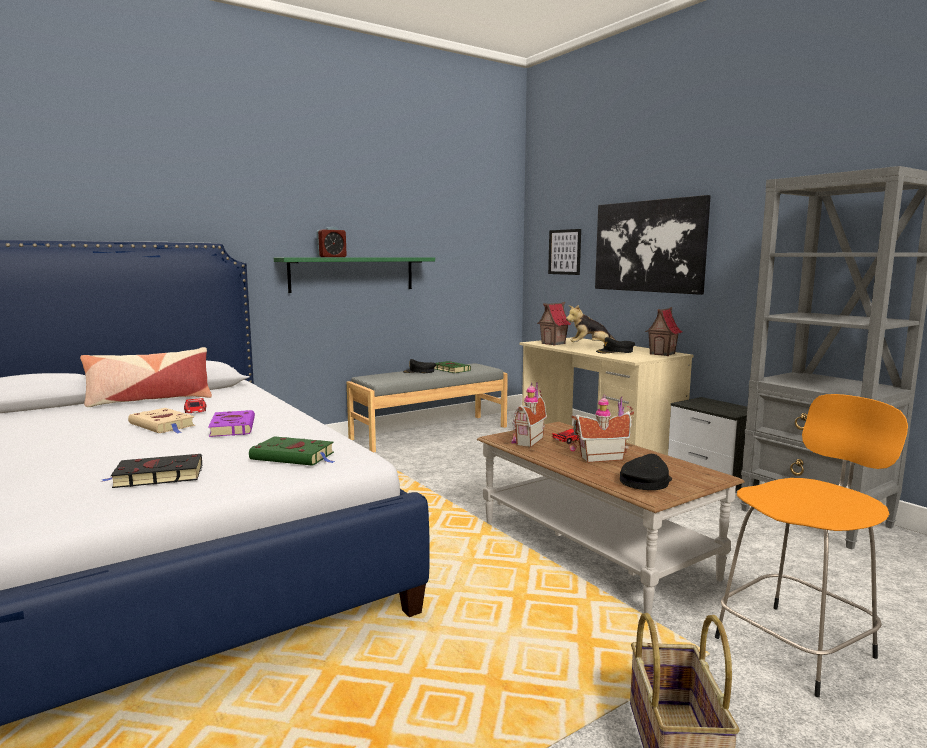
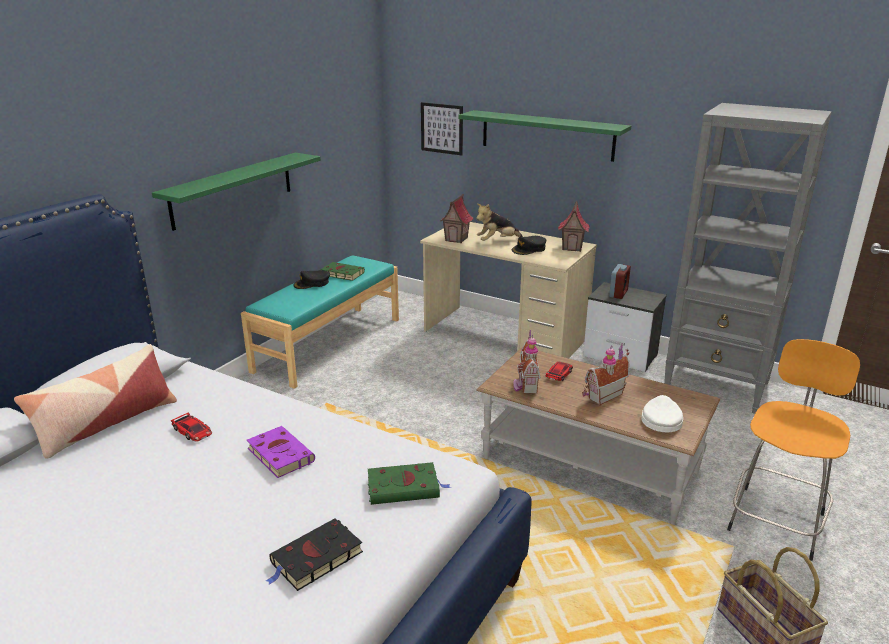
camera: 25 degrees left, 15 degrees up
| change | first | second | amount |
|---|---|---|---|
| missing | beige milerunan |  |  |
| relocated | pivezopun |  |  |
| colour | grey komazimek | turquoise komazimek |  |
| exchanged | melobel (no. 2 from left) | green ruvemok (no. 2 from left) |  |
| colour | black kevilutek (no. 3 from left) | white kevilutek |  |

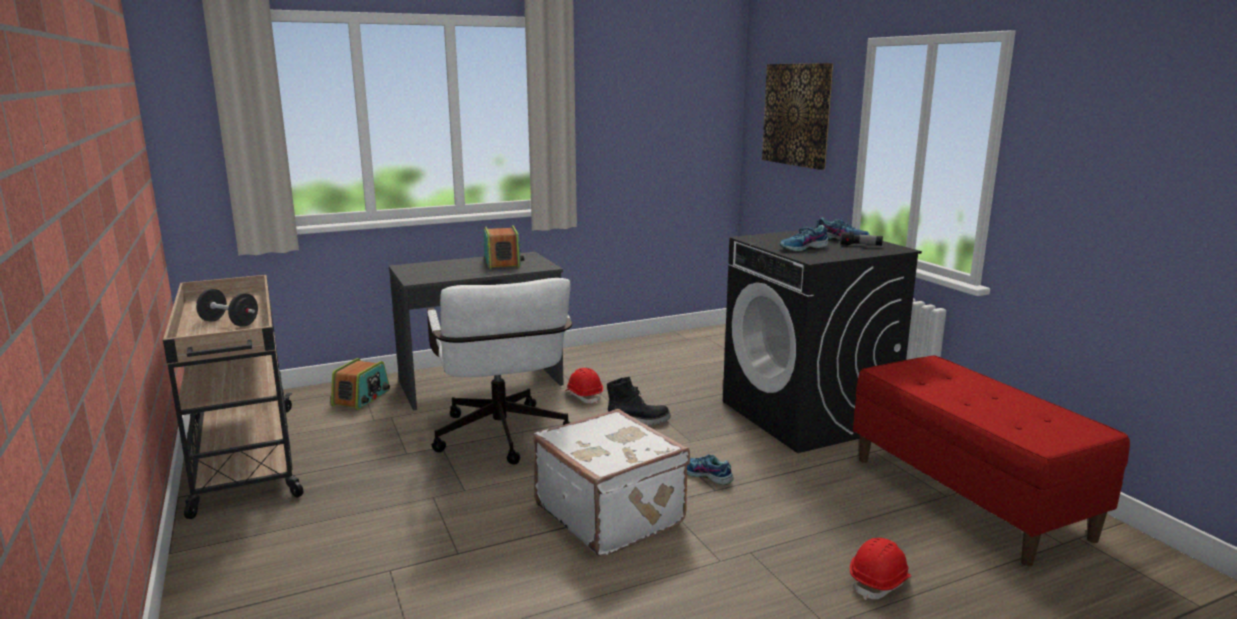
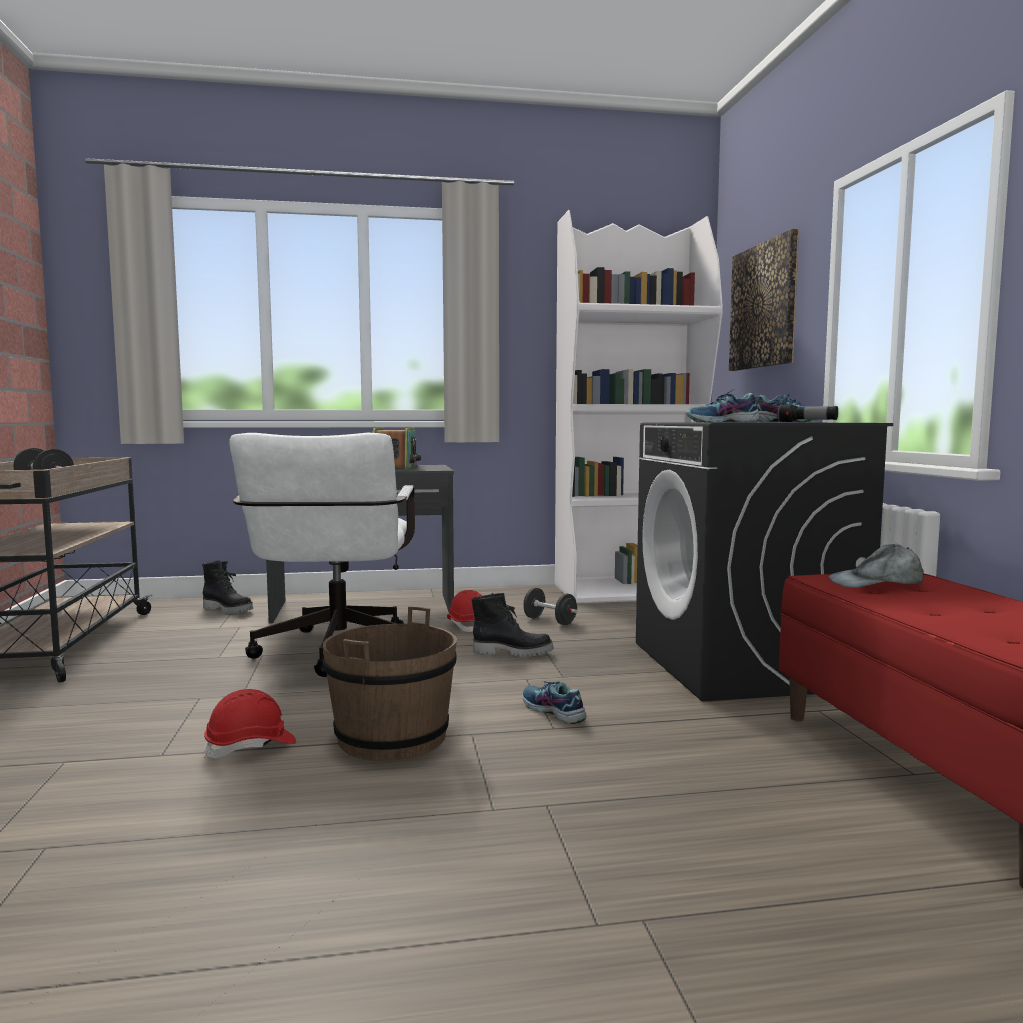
camera: 15 degrees right, 10 degrees down
| change | first | second | amount |
|---|---|---|---|
| exchanged | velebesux (no. 1 from left) | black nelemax (no. 1 from left) |  |
| exchanged | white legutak | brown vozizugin |  |
| relocated | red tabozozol (no. 2 from left in the first image) | red tabozozol (no. 1 from left) |  |
| appeared |  | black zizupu (no. 2 from left) |  |
| appeared |  | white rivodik |  |
| appeared |  | grey kevilutek |  |

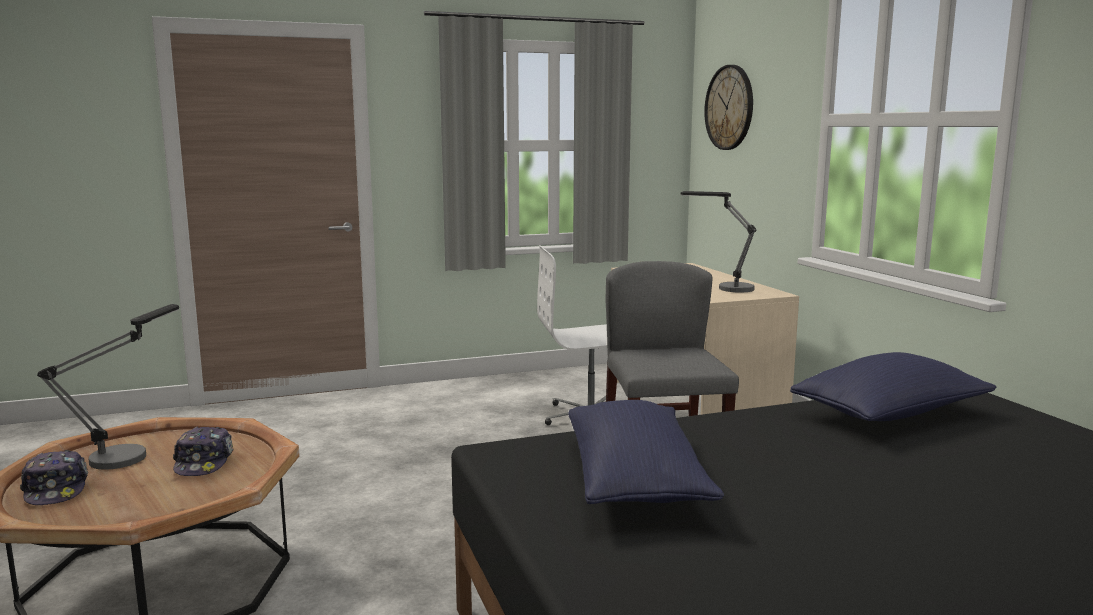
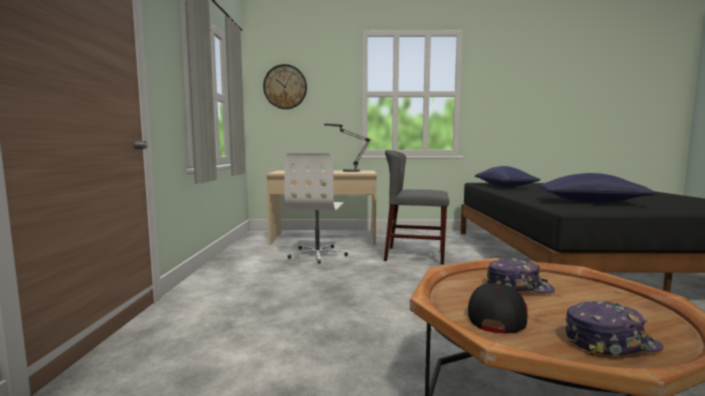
camera: 70 degrees left, 5 degrees down
| change | first | second | amount |
|---|---|---|---|
| exchanged | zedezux (no. 1 from left) | kevilutek (no. 1 from left) |  |

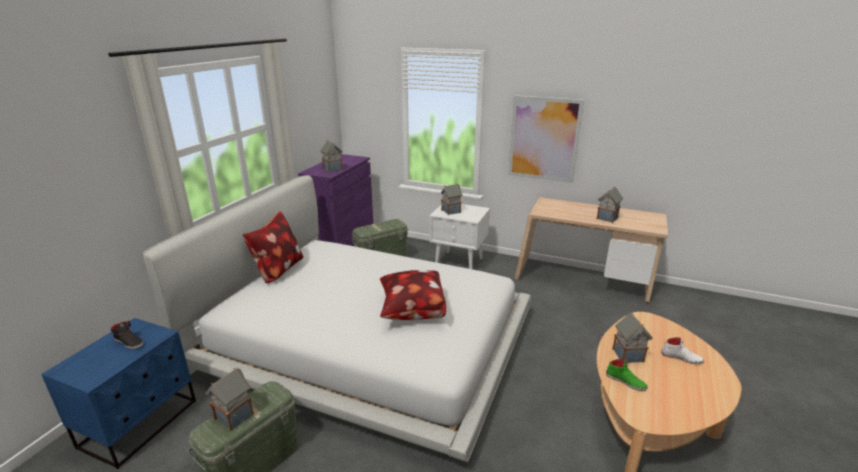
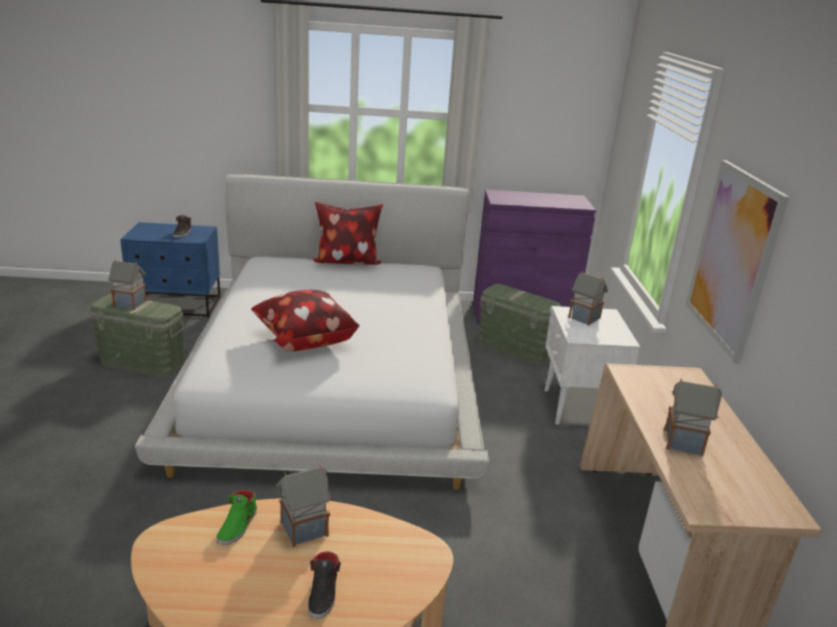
camera: 65 degrees right, 0 degrees up
| change | first | second | amount |
|---|---|---|---|
| missing | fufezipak (no. 2 from left) |  |  |
| colour | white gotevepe | black gotevepe (no. 2 from left) |  |

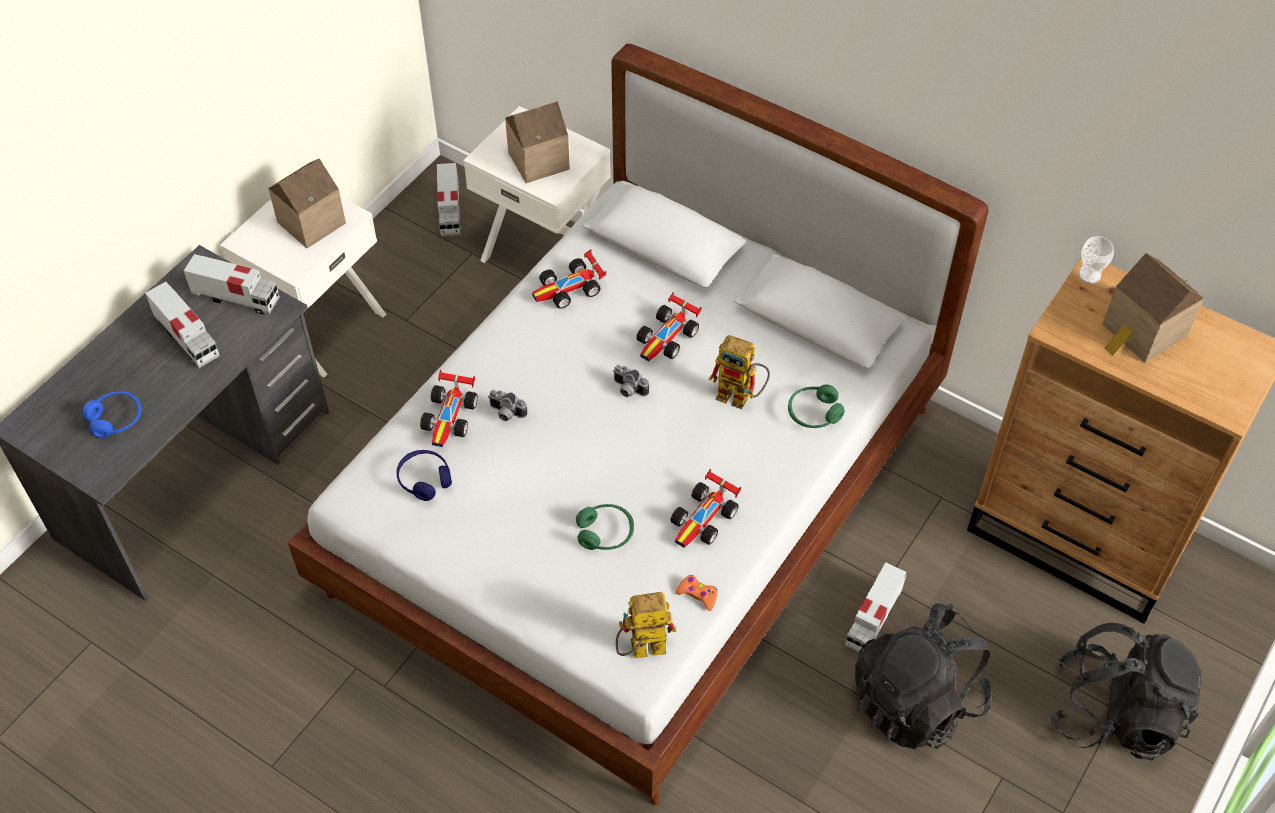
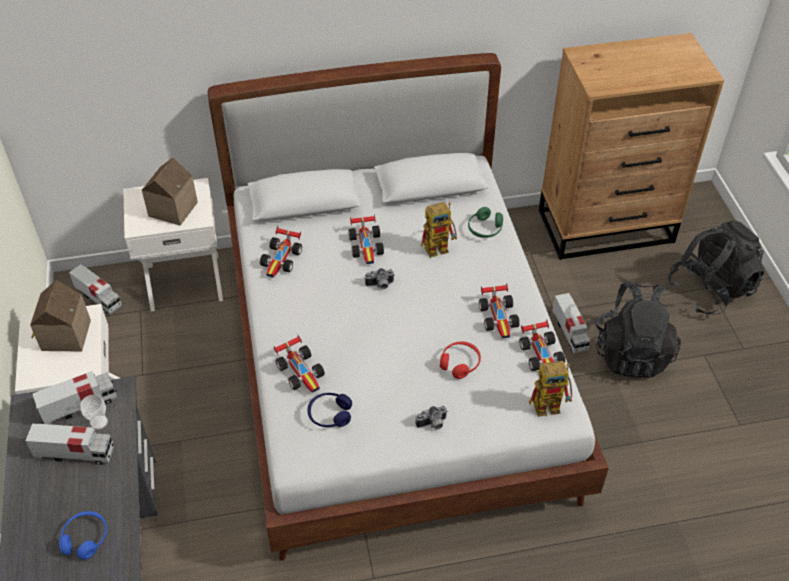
camera: 45 degrees left, 5 degrees down
| change | first | second | amount |
|---|---|---|---|
| relocated | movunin (no. 1 from left in the first image) | movunin (no. 2 from left) |  |
| colour | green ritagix (no. 1 from left) | red ritagix |  |
| spun | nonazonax (no. 1 from left in the first image) | nonazonax (no. 2 from left) | 135 degrees counterclockwise |
| exchanged | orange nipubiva | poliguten (no. 5 from left) |  |
| relocated | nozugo |  |  |
| missing | fufezipak (no. 3 from left) |  |  |

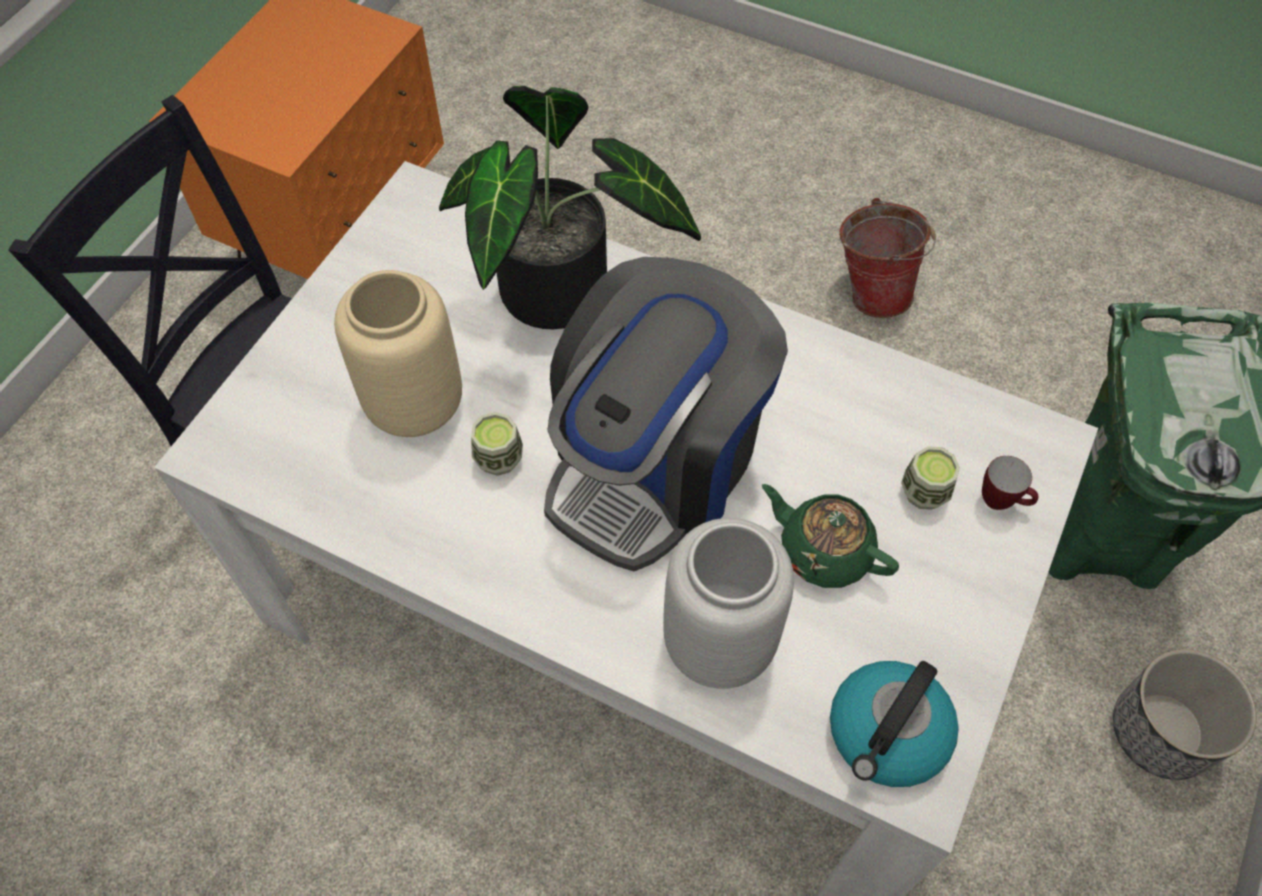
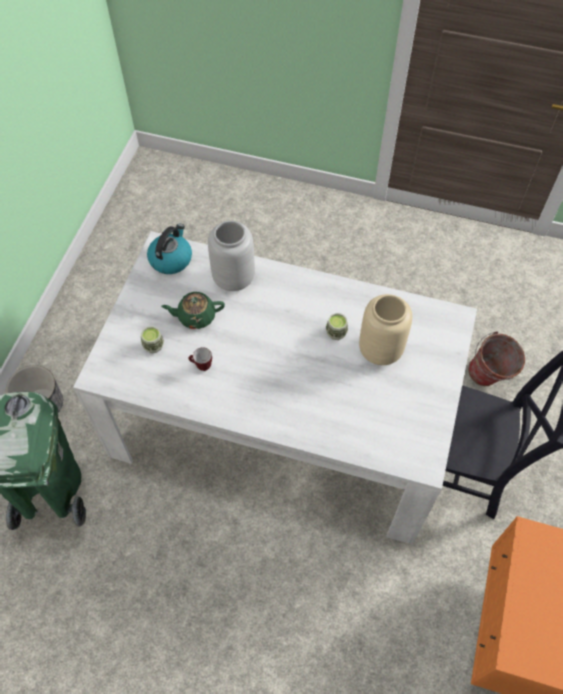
camera: 170 degrees right, 0 degrees up
| change | first | second | amount |
|---|---|---|---|
| missing | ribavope |  |  |
| missing | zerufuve |  |  |
| spun | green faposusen |  | 150 degrees clockwise |
| relocated | vozizugin |  |  |
| relocated | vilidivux |  |  |

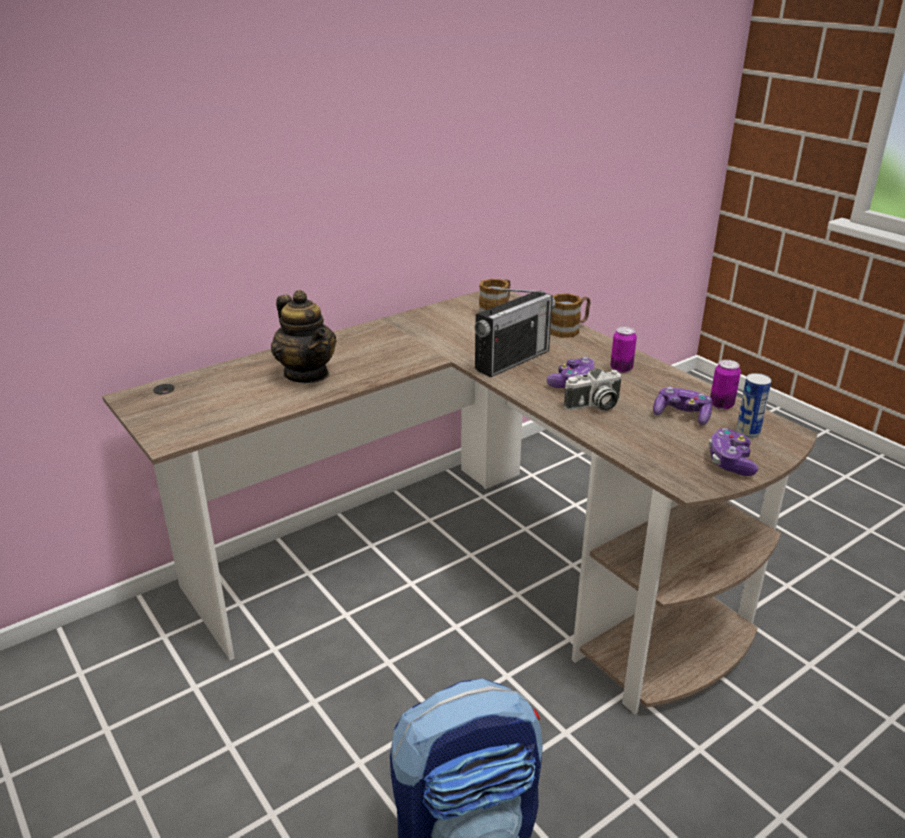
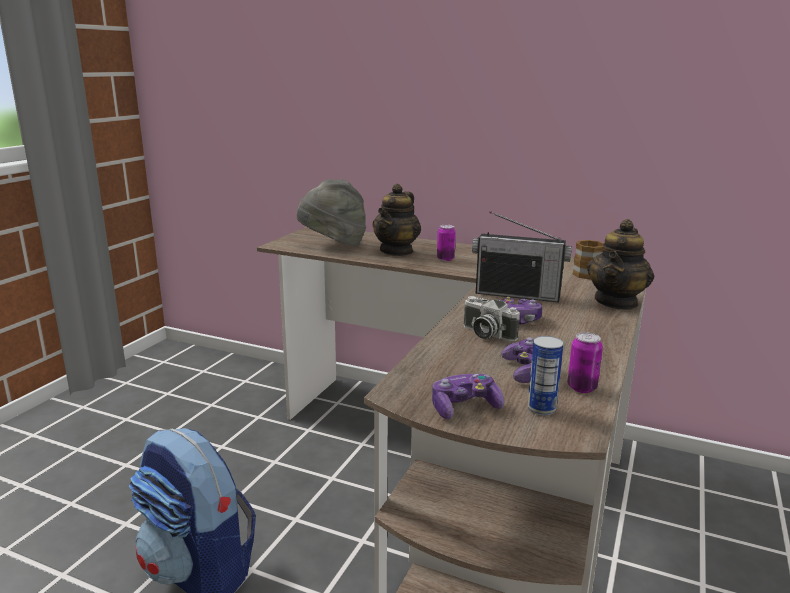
camera: 60 degrees right, 10 degrees down
| change | first | second | amount |
|---|---|---|---|
| exchanged | vilidivux (no. 2 from left) | faposusen (no. 2 from left) |  |
| relocated | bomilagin (no. 1 from left) |  |  |
| appeared |  | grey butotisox |  |

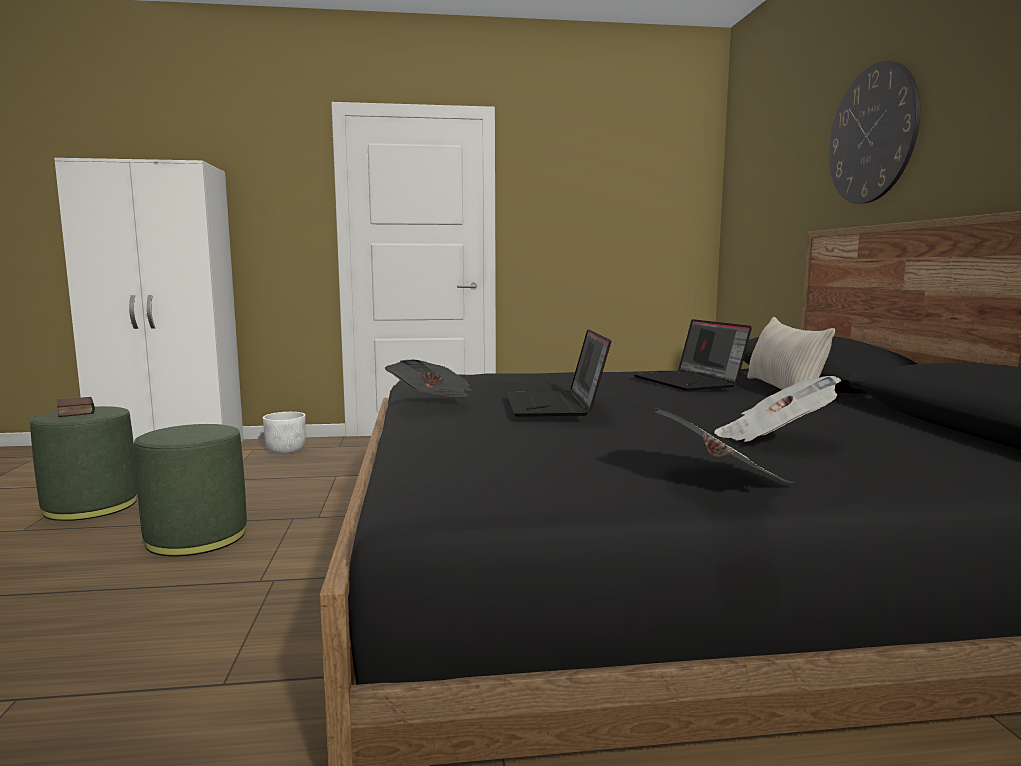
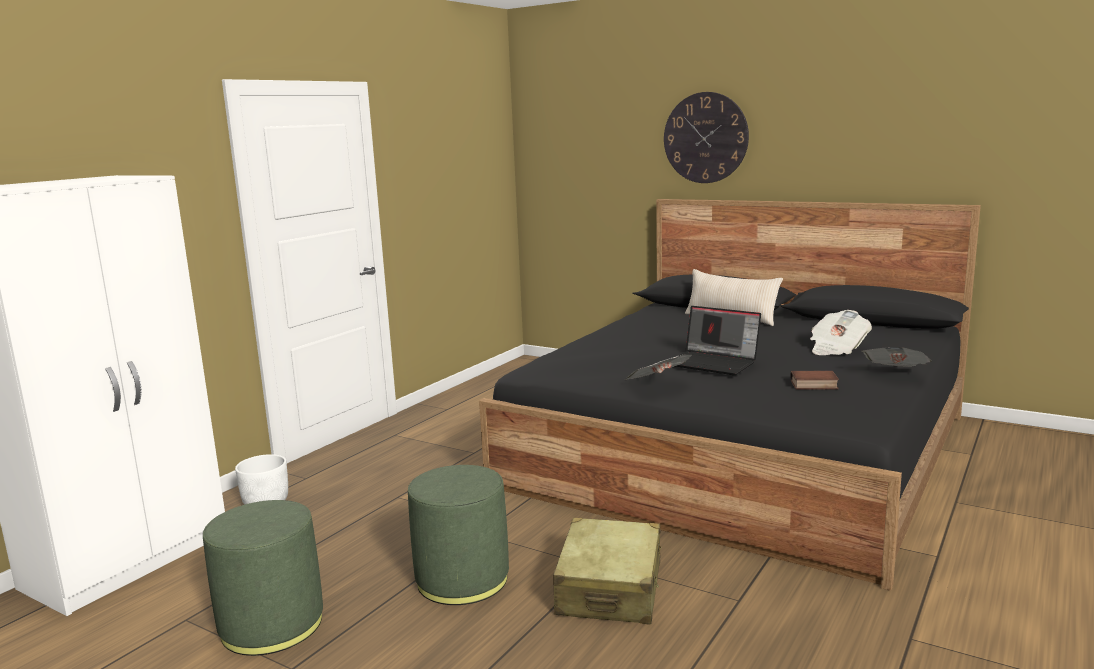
camera: 50 degrees left, 5 degrees up
| change | first | second | amount |
|---|---|---|---|
| relocated | milerunan |  |  |
| missing | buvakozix (no. 2 from left) |  |  |
| appeared |  | beige legutak |  |

